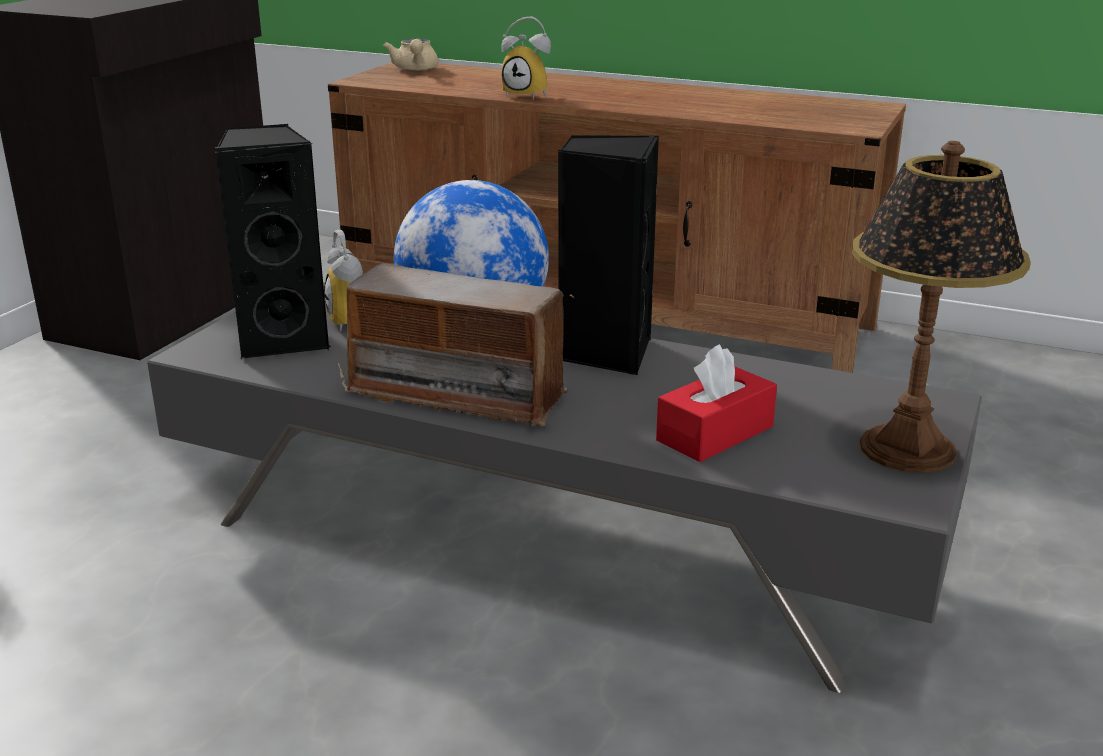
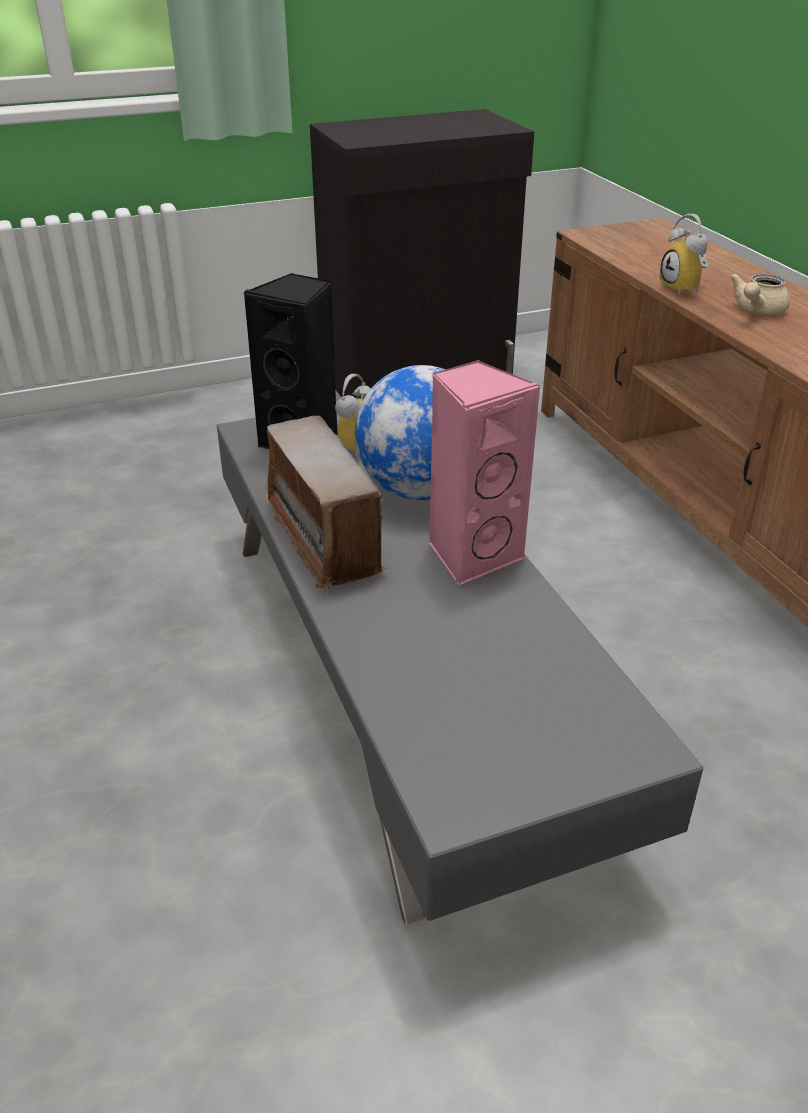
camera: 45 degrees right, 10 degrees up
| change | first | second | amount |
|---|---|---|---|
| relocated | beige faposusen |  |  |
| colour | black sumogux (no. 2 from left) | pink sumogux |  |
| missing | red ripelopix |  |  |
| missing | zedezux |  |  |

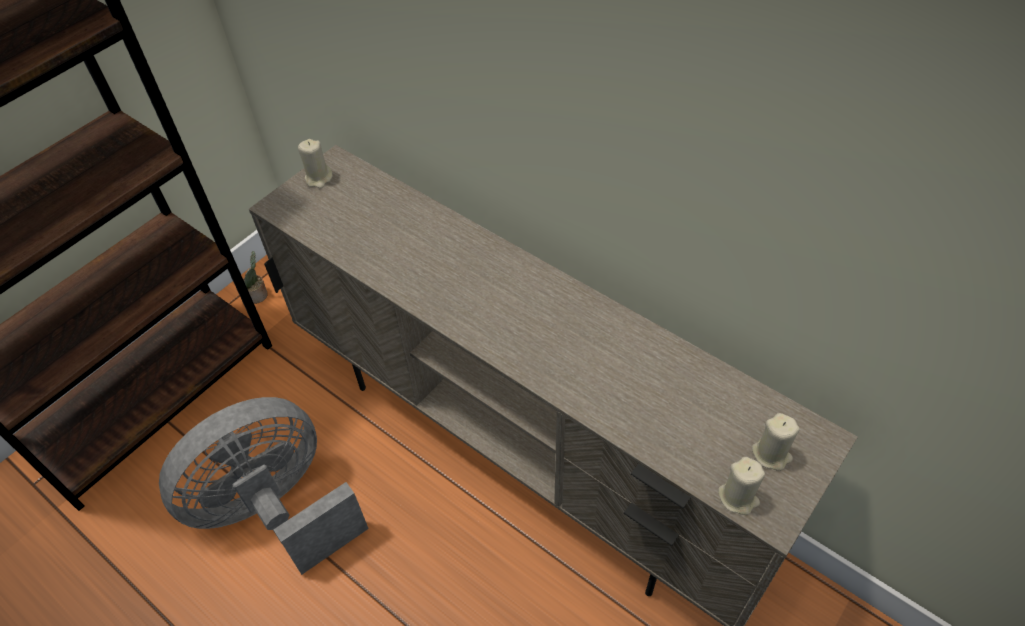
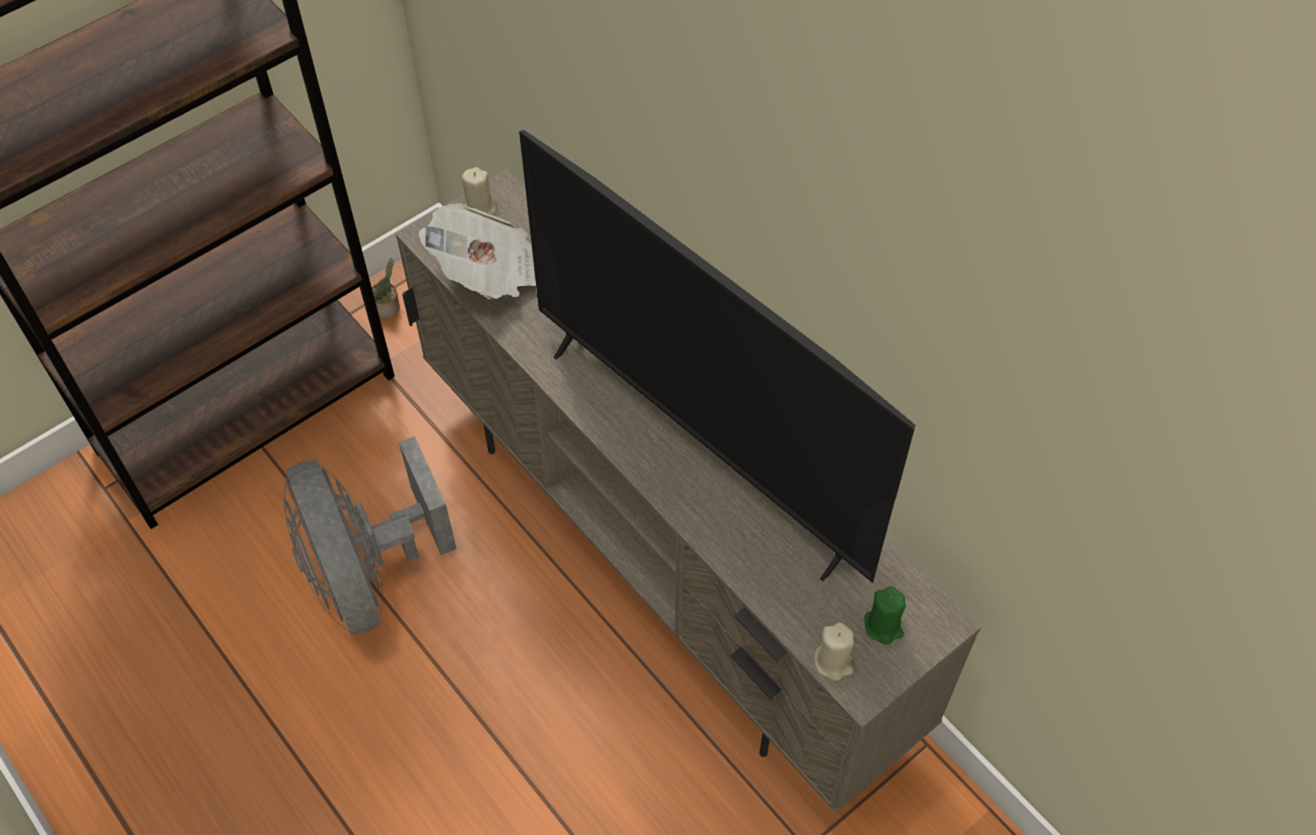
camera: 10 degrees right, 5 degrees up
| change | first | second | amount |
|---|---|---|---|
| spun | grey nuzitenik |  | 90 degrees counterclockwise |
| colour | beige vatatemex (no. 3 from left) | green vatatemex |  |
| appeared |  | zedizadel |  |
| appeared |  | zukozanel |  |

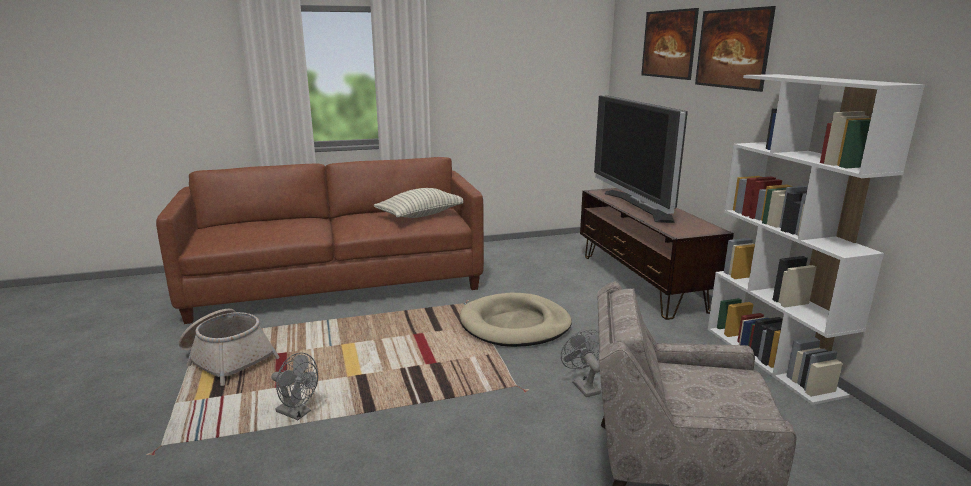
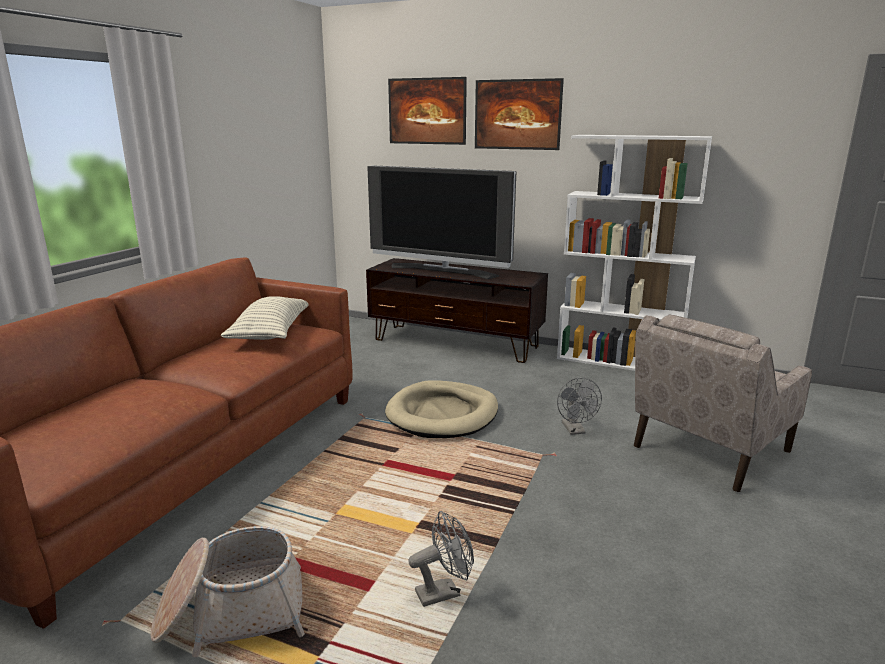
camera: 50 degrees left, 0 degrees up
| change | first | second | amount |
|---|---|---|---|
| spun | grey nuzitenik (no. 2 from left) |  | 120 degrees counterclockwise |

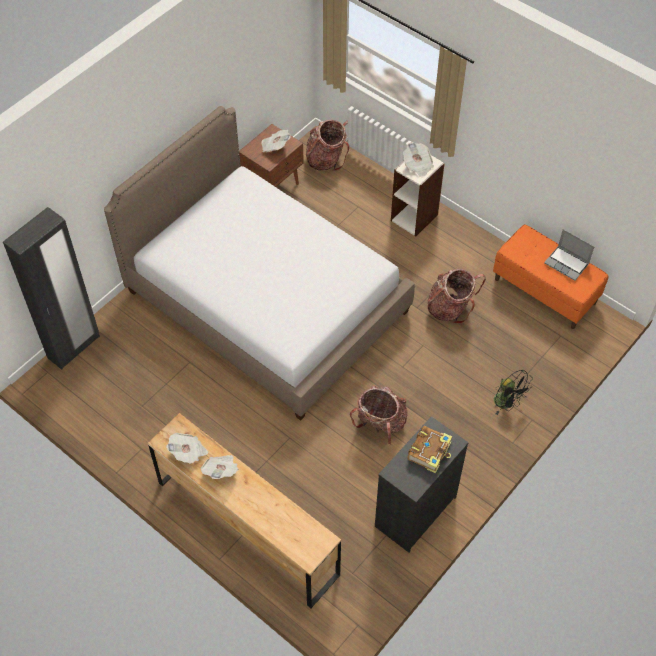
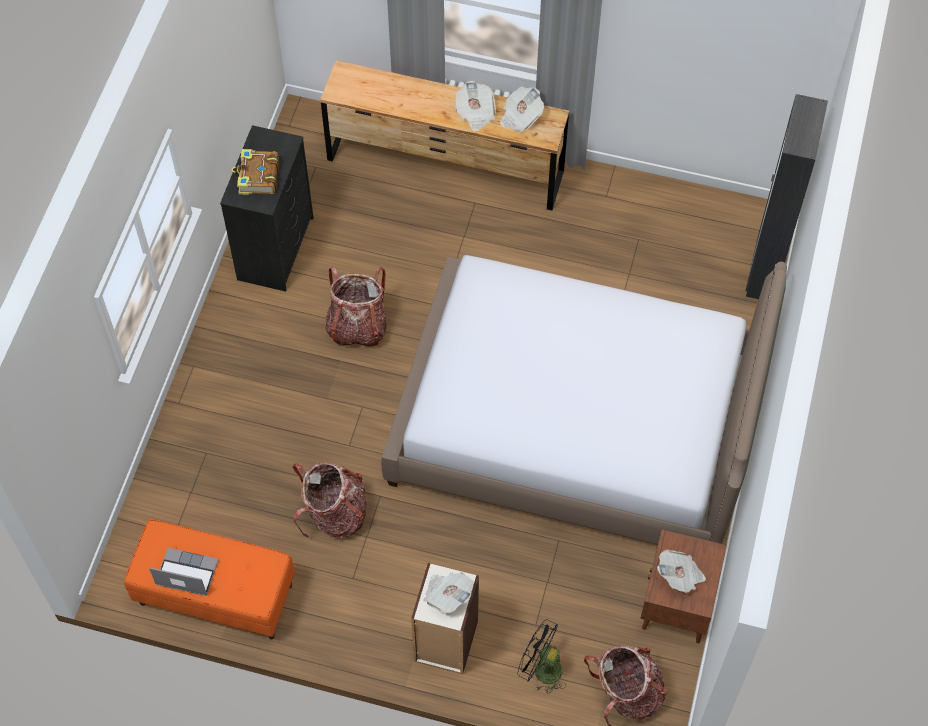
camera: 155 degrees right, 5 degrees up
| change | first | second | amount |
|---|---|---|---|
| relocated | black nuzitenik |  |  |

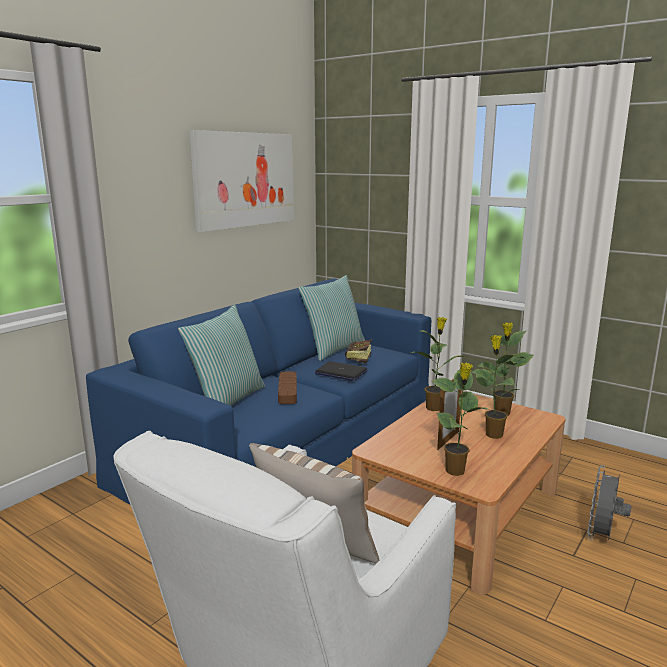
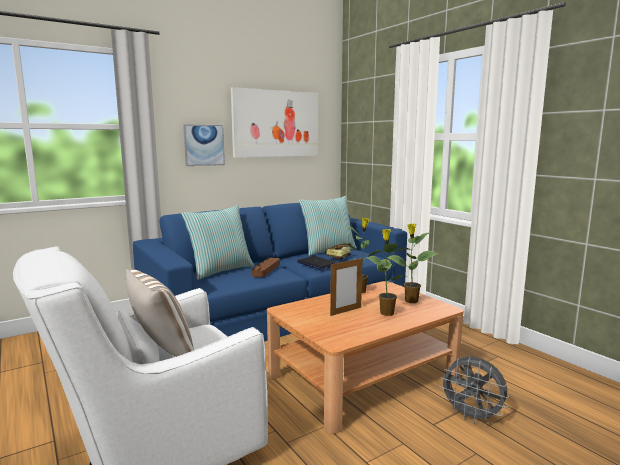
camera: 20 degrees right, 5 degrees down
| change | first | second | amount |
|---|---|---|---|
| missing | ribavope (no. 2 from left) |  |  |
| spun | grey nuzitenik |  | 105 degrees counterclockwise |
| appeared |  | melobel (no. 1 from left) |  |

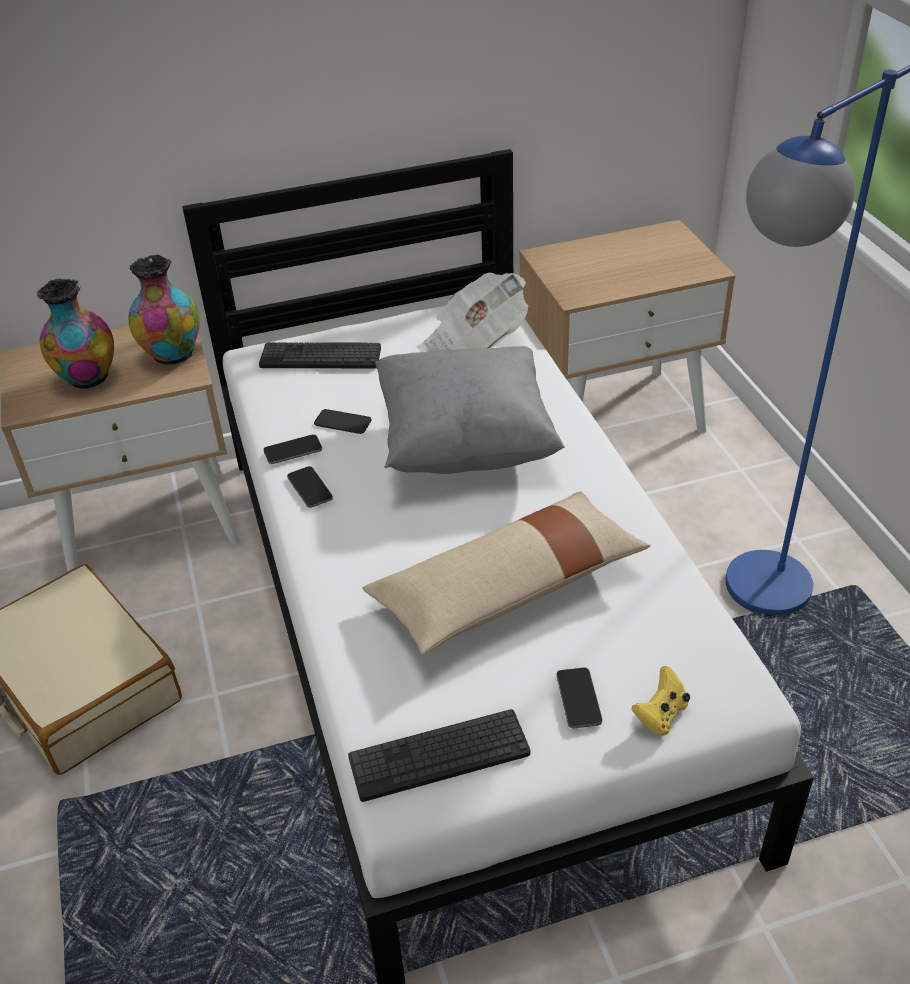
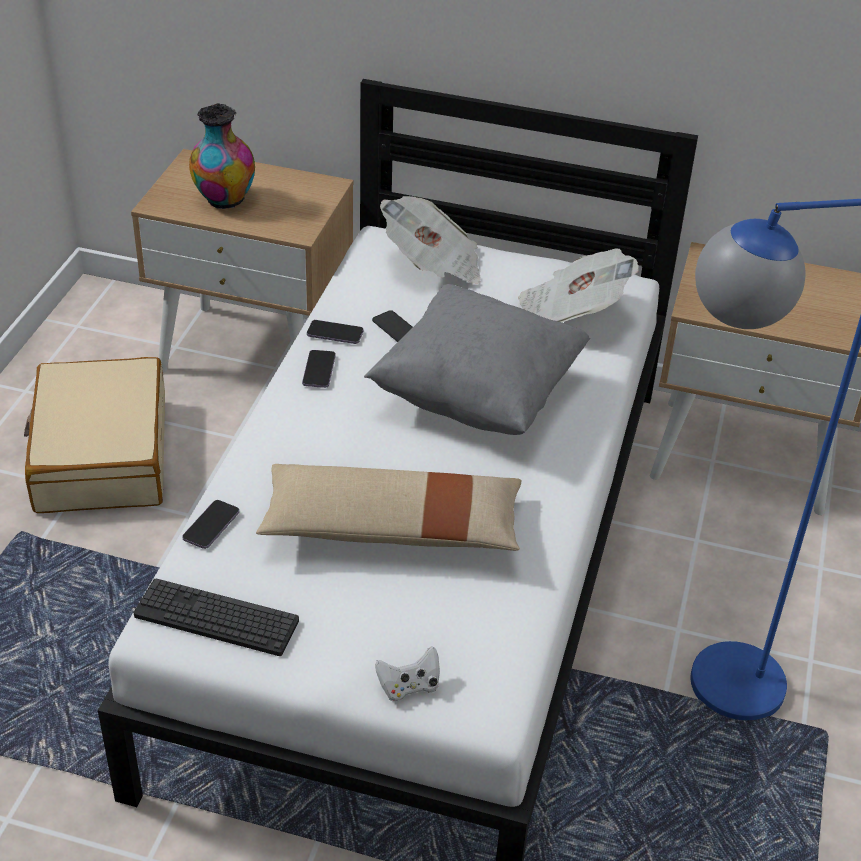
camera: 30 degrees right, 0 degrees up
| change | first | second | amount |
|---|---|---|---|
| missing | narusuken (no. 2 from left) |  |  |
| exchanged | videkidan (no. 1 from left) | zedizadel (no. 1 from left) |  |
| relocated | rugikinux (no. 4 from left in the first image) | rugikinux (no. 1 from left) |  |
| colour | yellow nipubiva | white nipubiva |  |

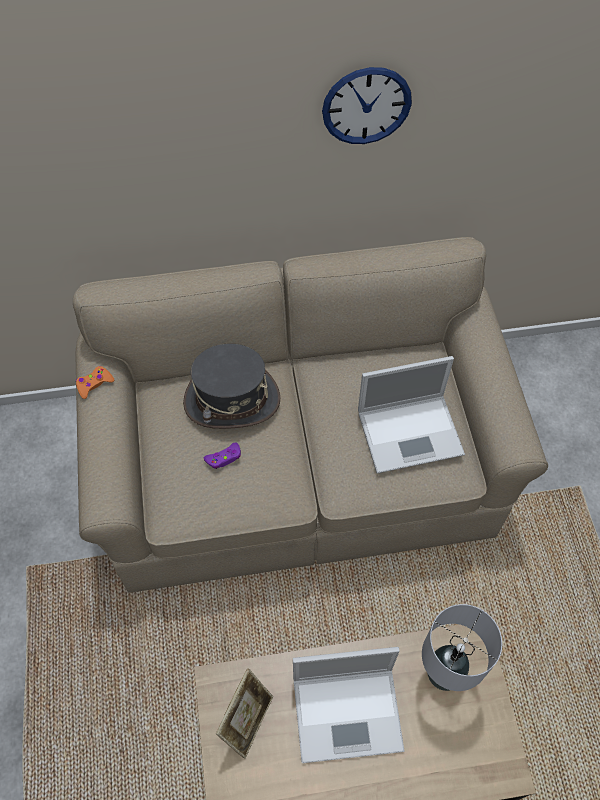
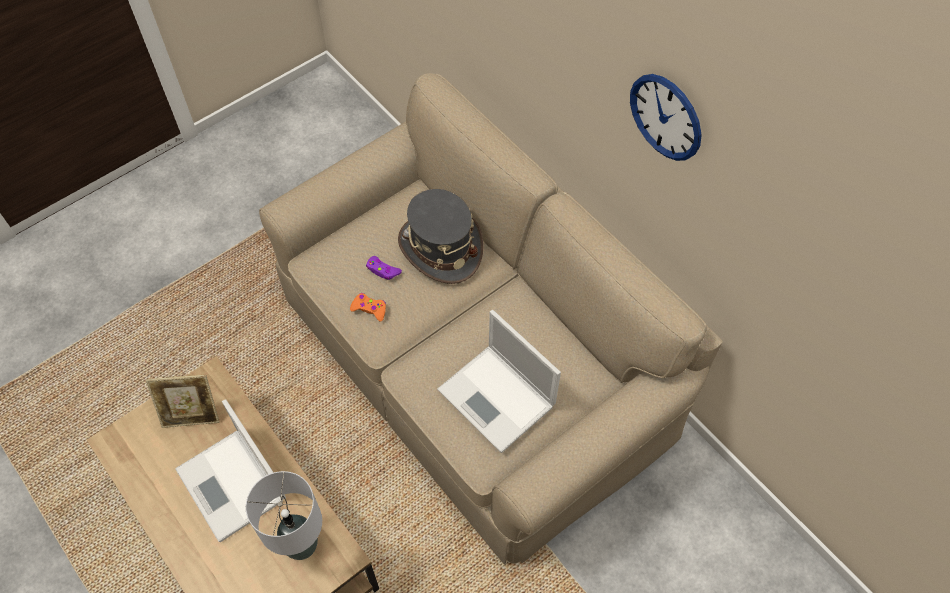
camera: 60 degrees right, 0 degrees up
| change | first | second | amount |
|---|---|---|---|
| relocated | orange nipubiva |  |  |

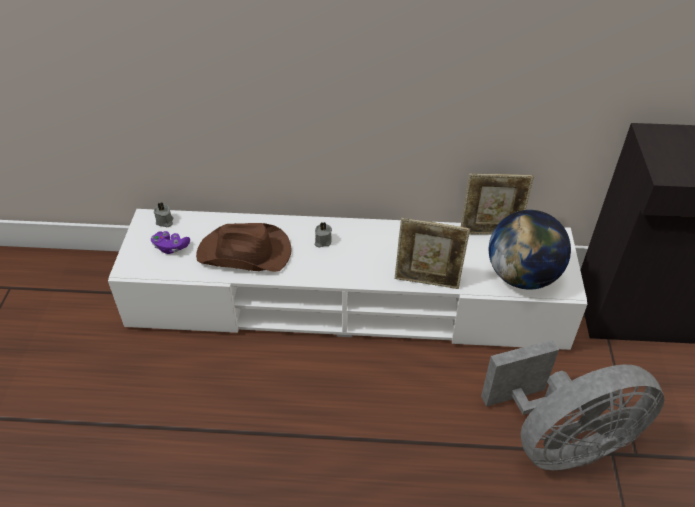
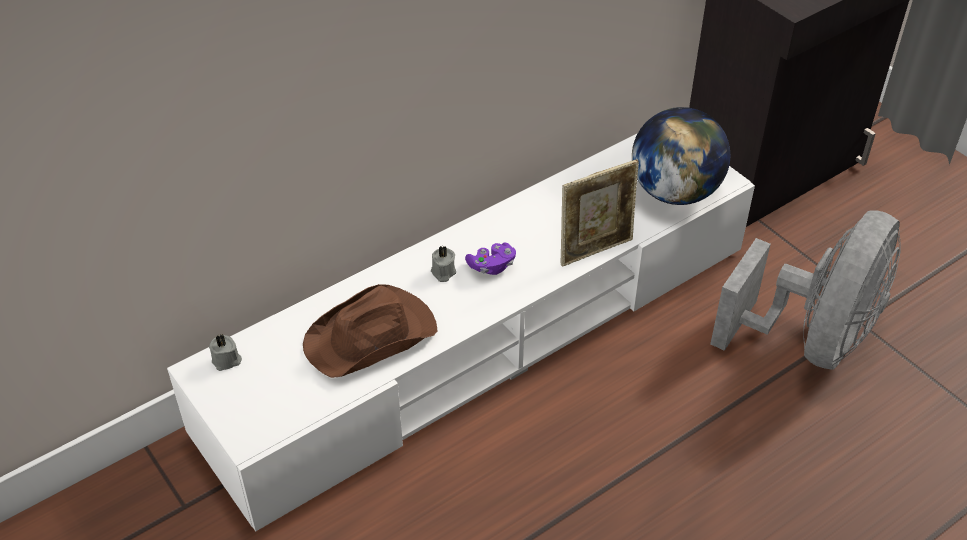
camera: 40 degrees left, 0 degrees up
| change | first | second | amount |
|---|---|---|---|
| relocated | purple nipubiva |  |  |
| missing | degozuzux (no. 2 from left) |  |  |

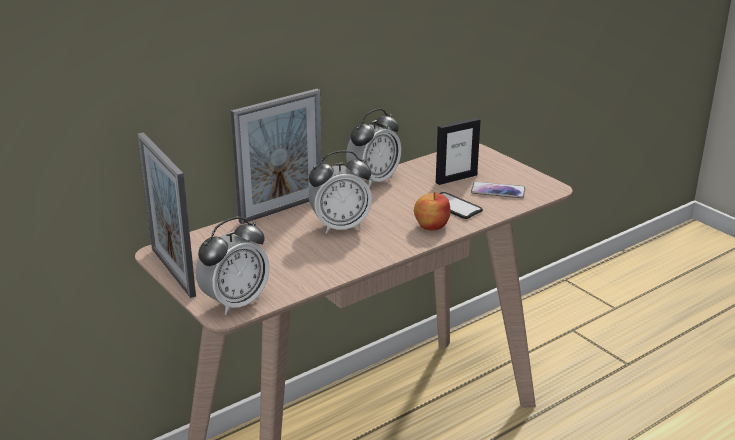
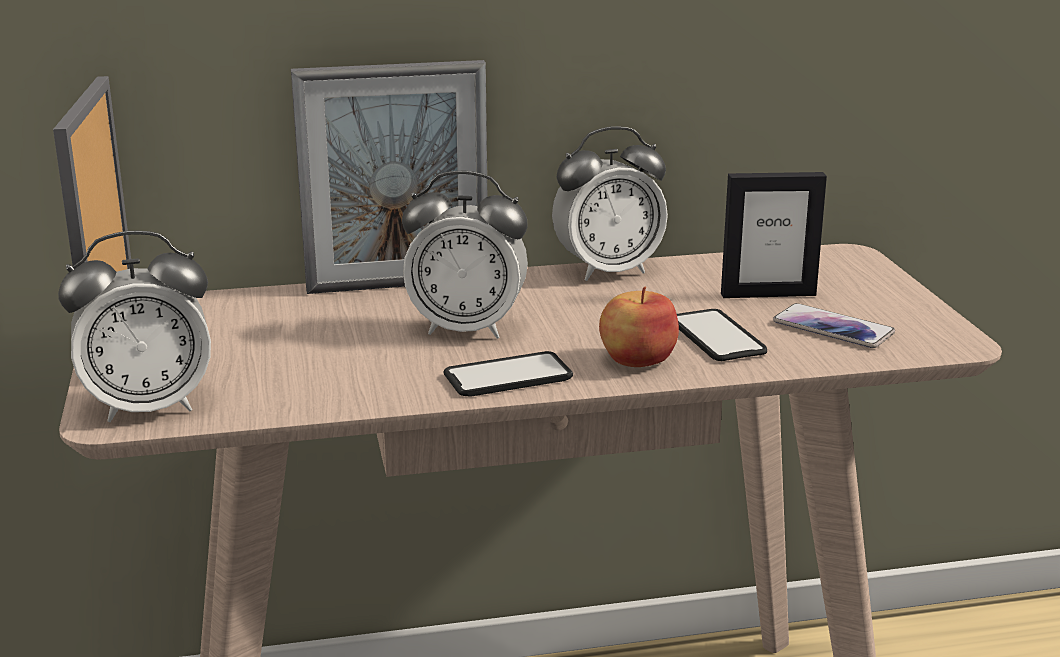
camera: 25 degrees right, 5 degrees down
| change | first | second | amount |
|---|---|---|---|
| appeared |  | rugikinux (no. 1 from left) |  |

